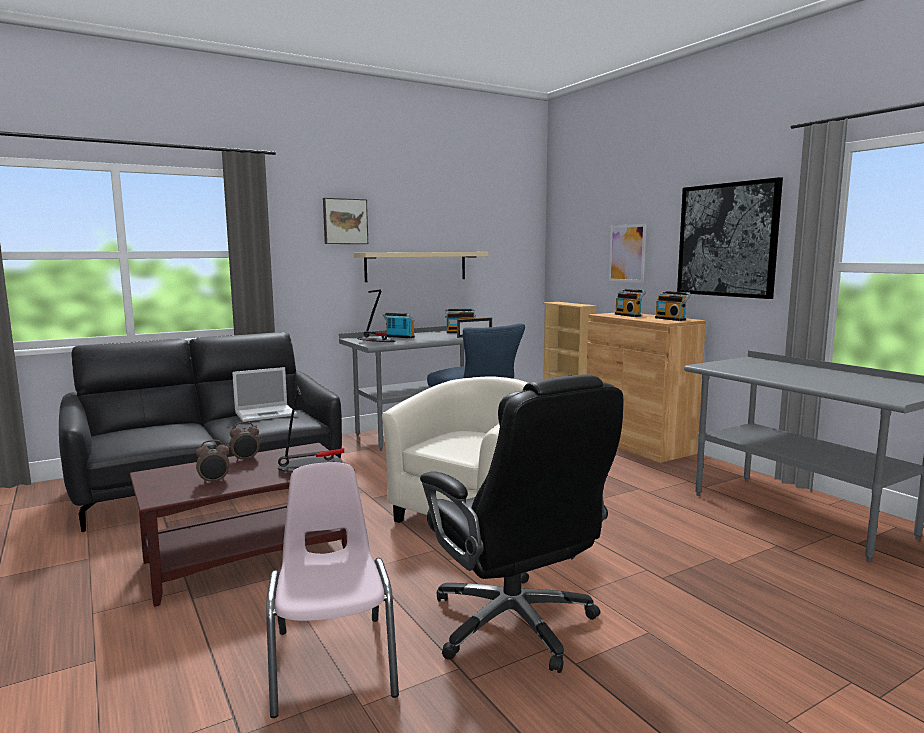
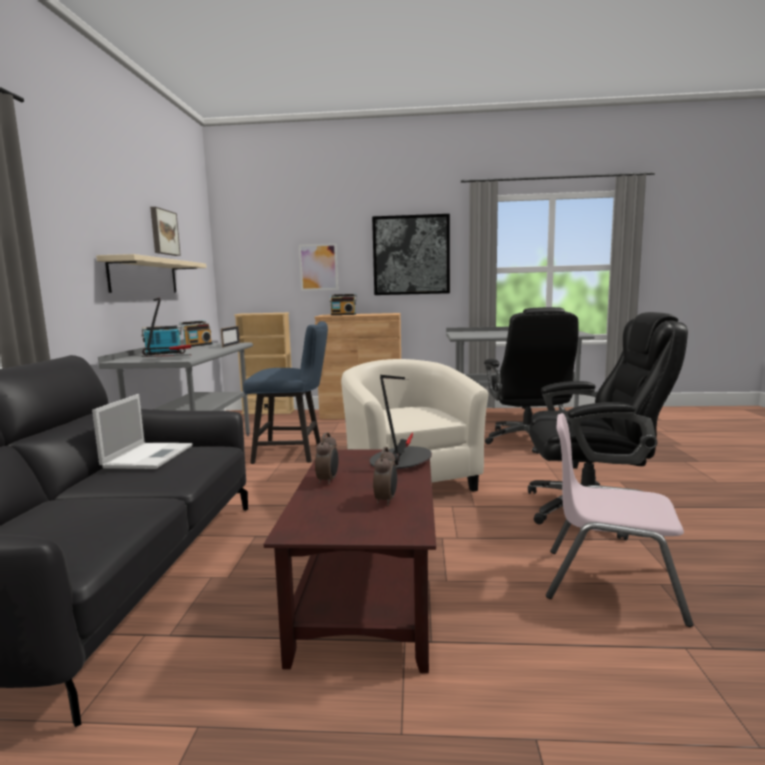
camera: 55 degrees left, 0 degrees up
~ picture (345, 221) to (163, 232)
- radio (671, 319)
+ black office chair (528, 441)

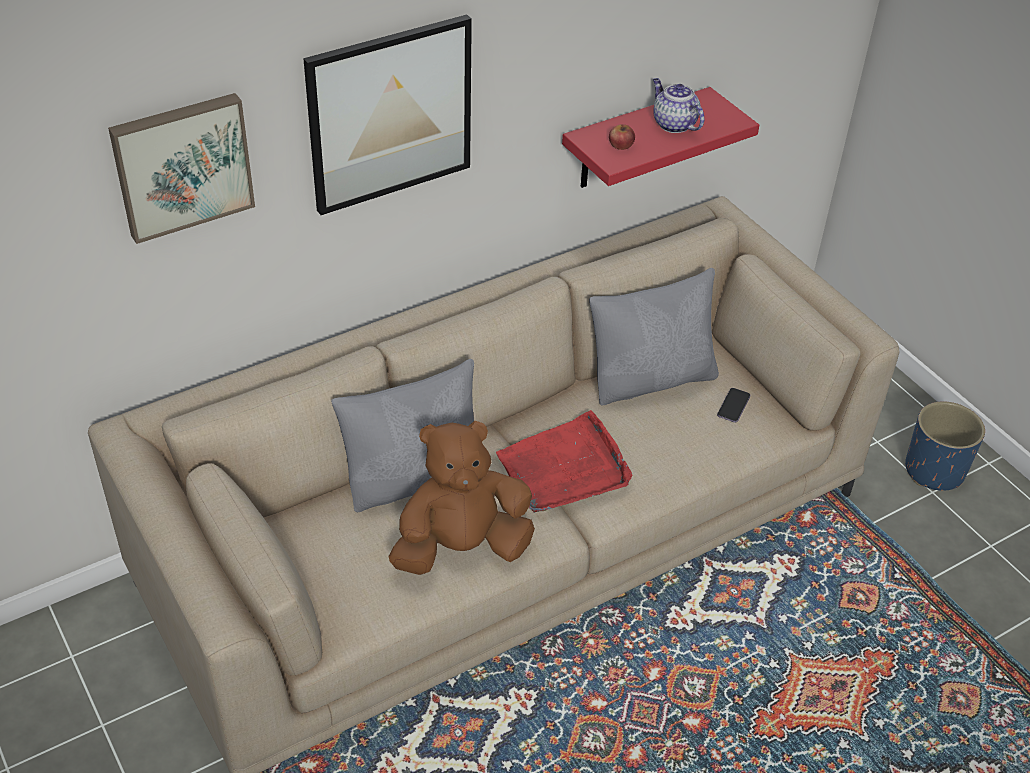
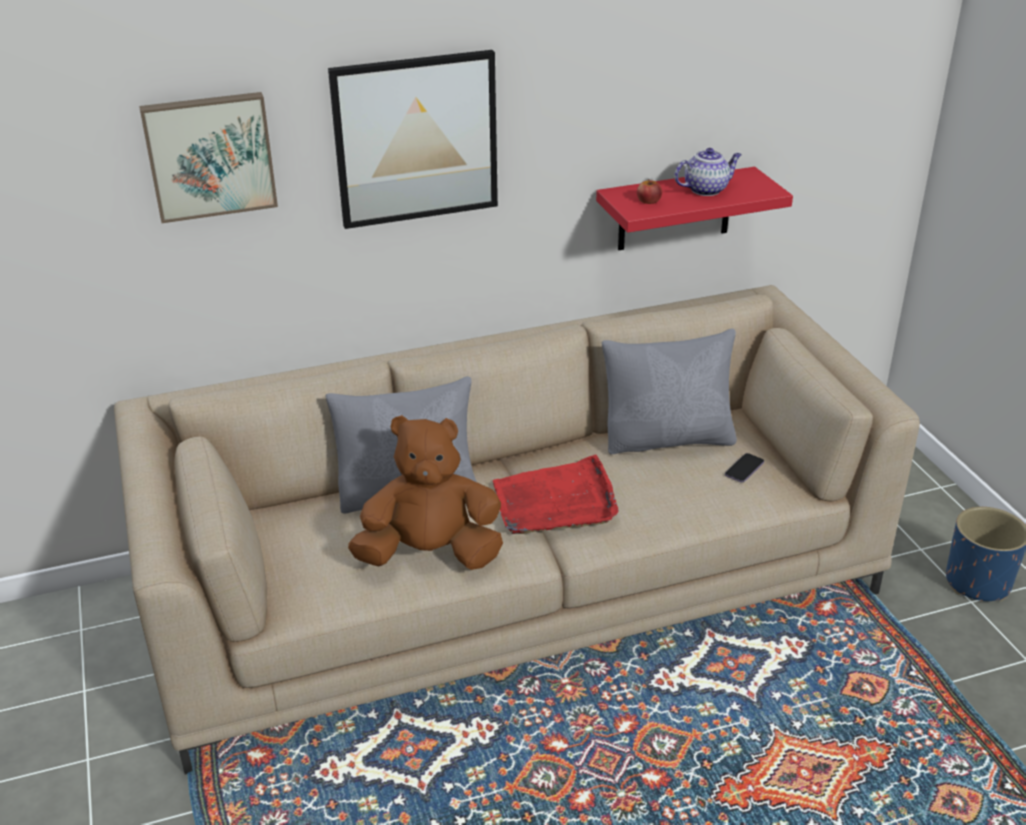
camera: 15 degrees right, 10 degrees down
~ teapot (673, 124) = (706, 189) 90 degrees clockwise

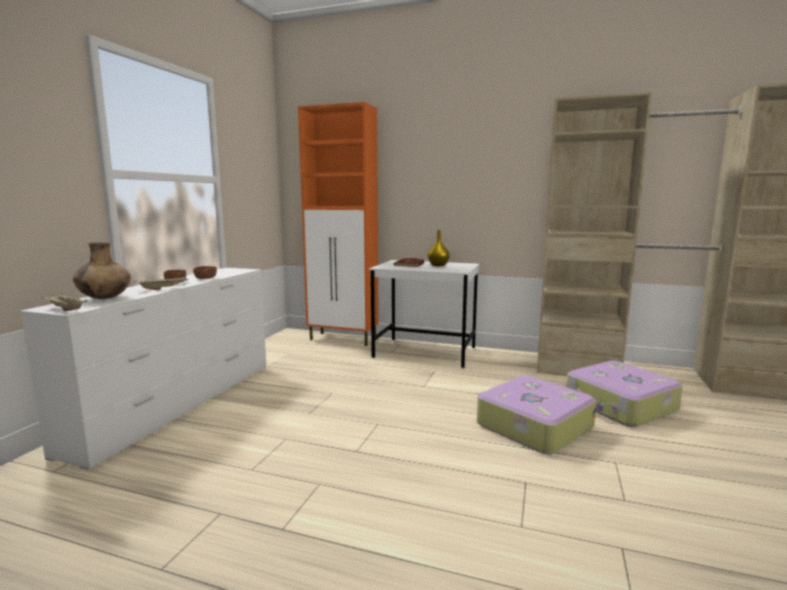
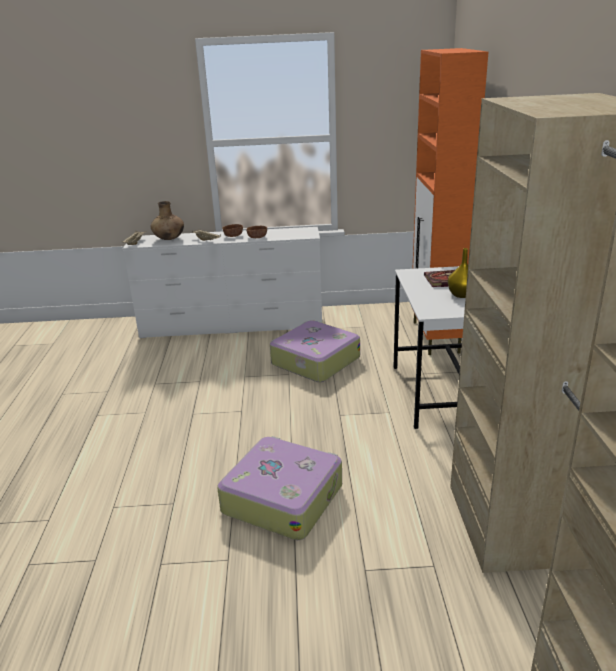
camera: 70 degrees right, 15 degrees up
~ suitcase (620, 405) to (314, 361)

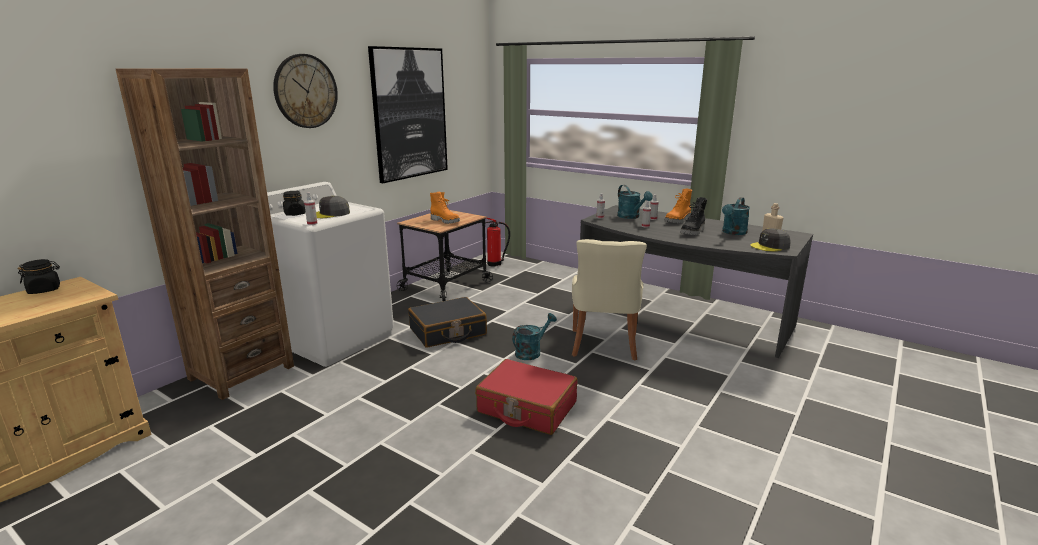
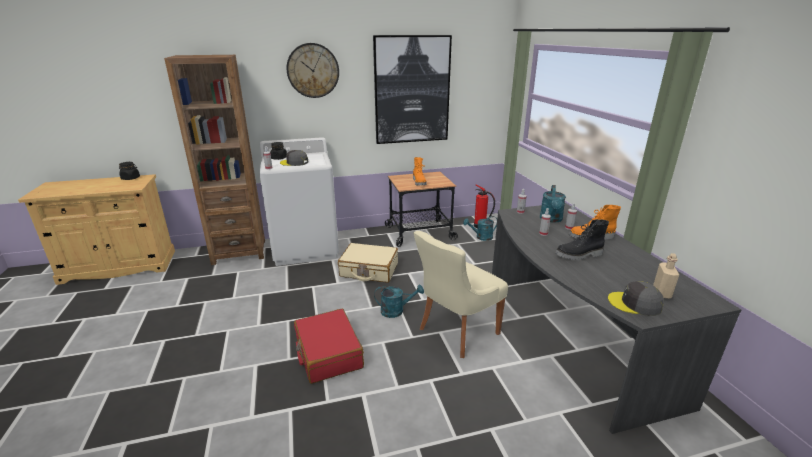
camera: 40 degrees right, 5 degrees up
~ turquoise watering can (733, 233) to (481, 237)
~ black suitcase (448, 332) to beige suitcase (369, 270)

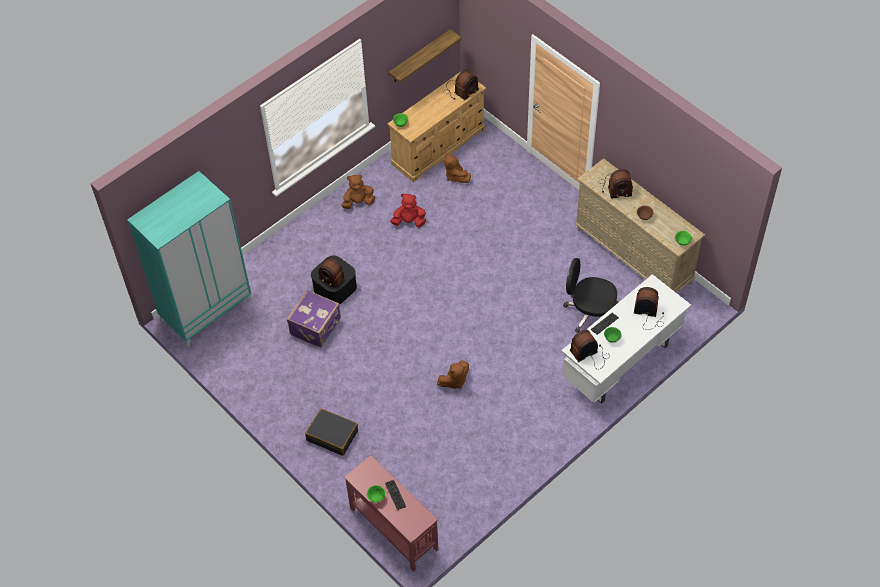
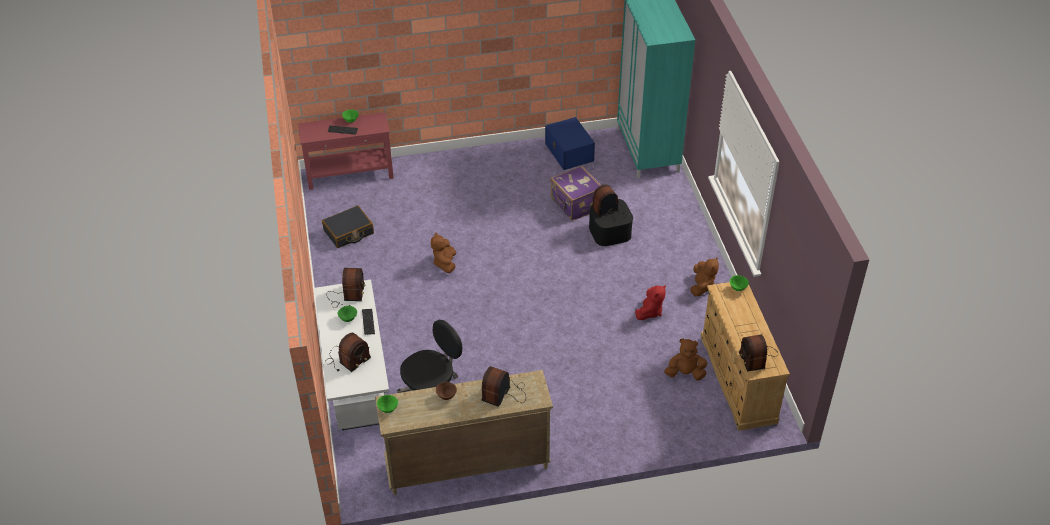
camera: 120 degrees right, 10 degrees down
- shelf (420, 56)
~ black suitcase (332, 435) to (348, 232)
+ blue storage box (569, 152)

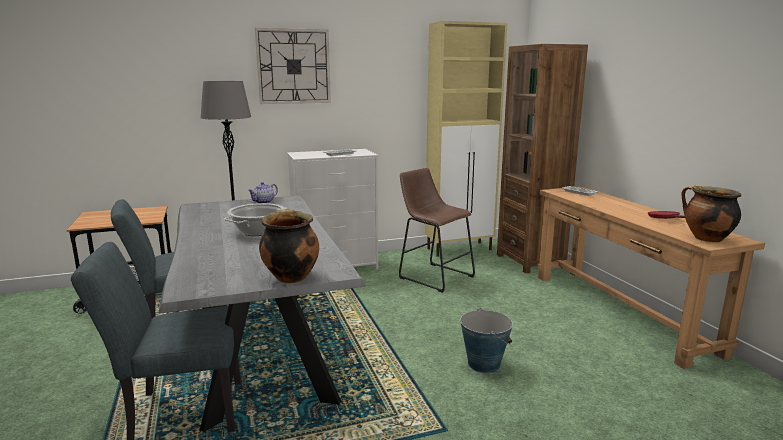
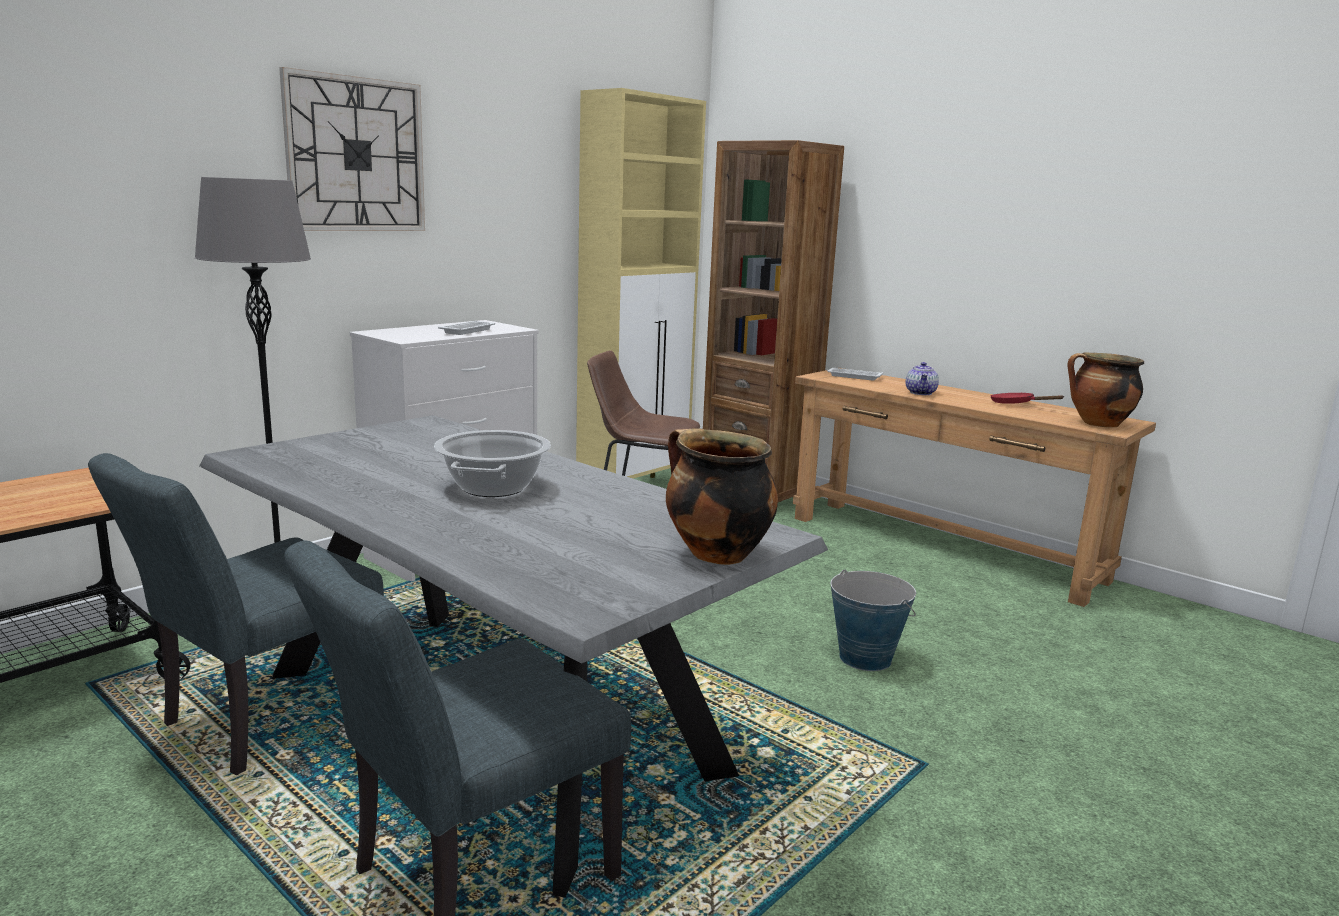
camera: 30 degrees left, 0 degrees up
~ teapot (264, 202) to (921, 393)

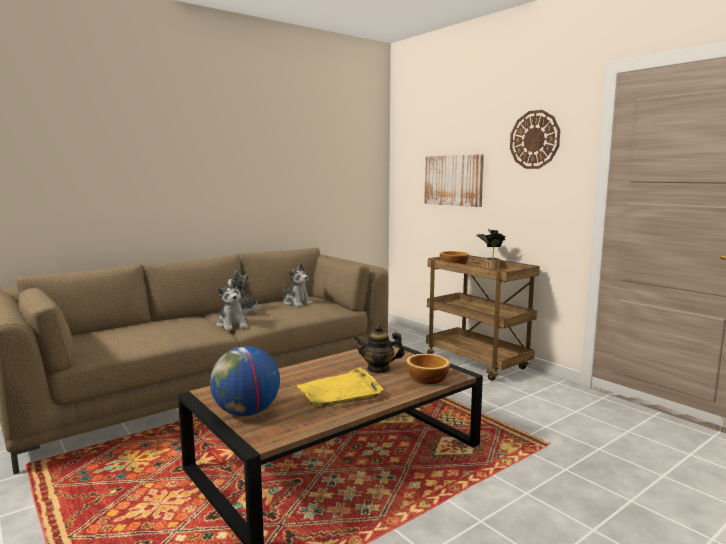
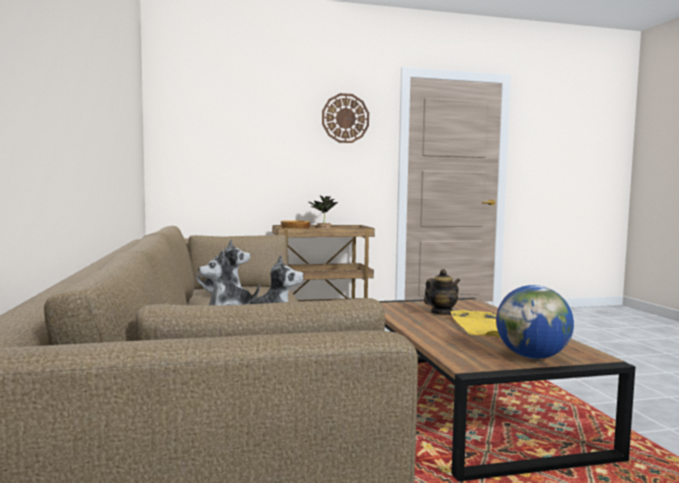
camera: 65 degrees left, 5 degrees down
- picture (453, 180)
~ teapot (378, 369) = (441, 312) 150 degrees counterclockwise
- bowl (426, 379)

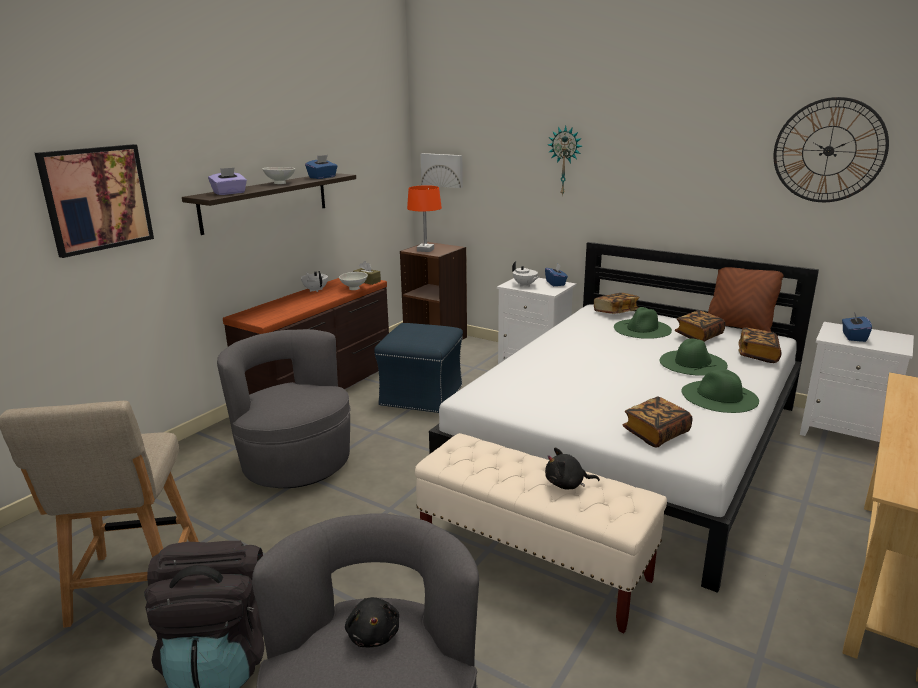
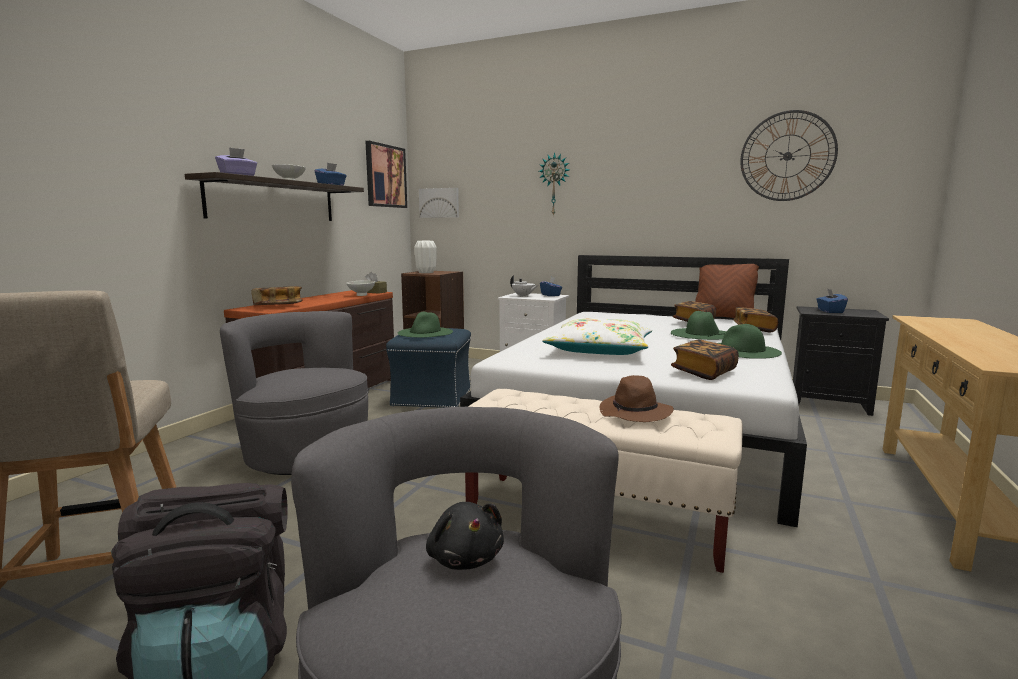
camera: 10 degrees left, 10 degrees down
~ picture (97, 199) to (385, 176)
~ orange table lamp (425, 250) to white vase (426, 272)
- white teapot (315, 290)
~ book (615, 312) to (278, 306)
~ green hat (642, 328) to (425, 332)
~ white nightstand (845, 432) to black nightstand (829, 403)
~ black plush toy (567, 484) to brown hat (635, 413)
+ white pillow (599, 350)

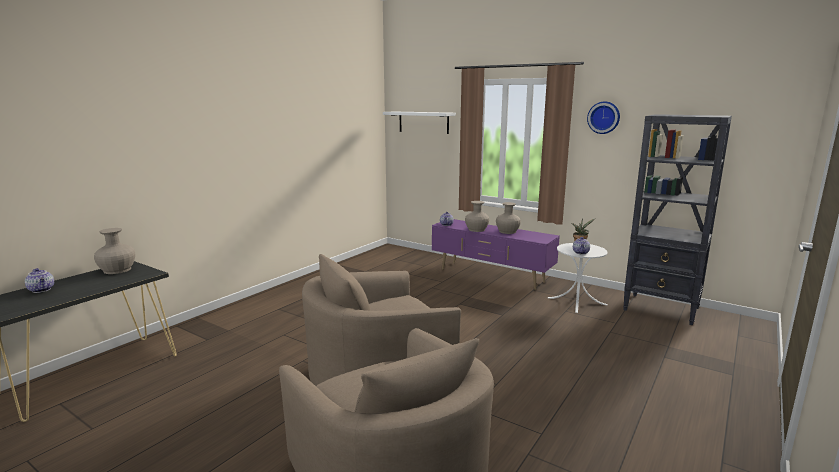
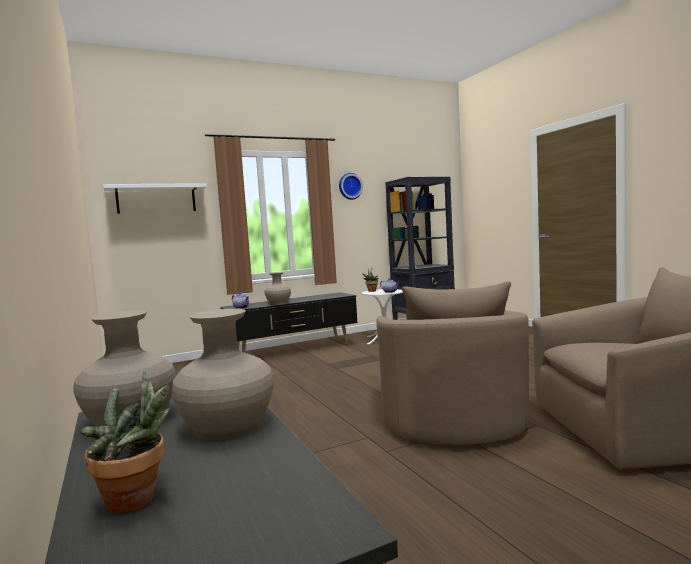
camera: 60 degrees left, 10 degrees down
~ beige vase (507, 231) to (227, 426)
~ purple tv stand (491, 276) to black tv stand (294, 351)
~ teapot (42, 290) to potted plant (138, 501)

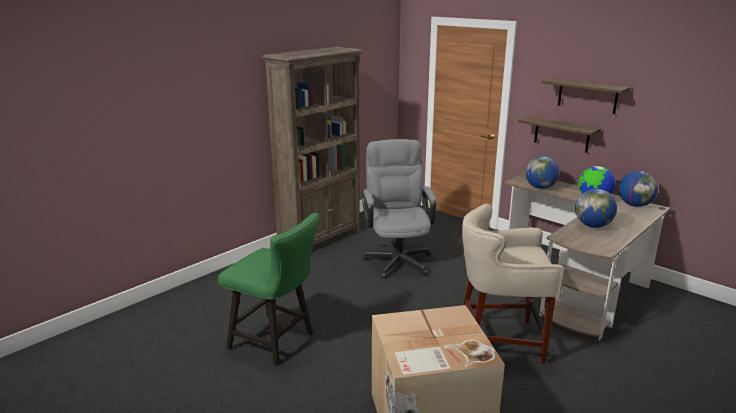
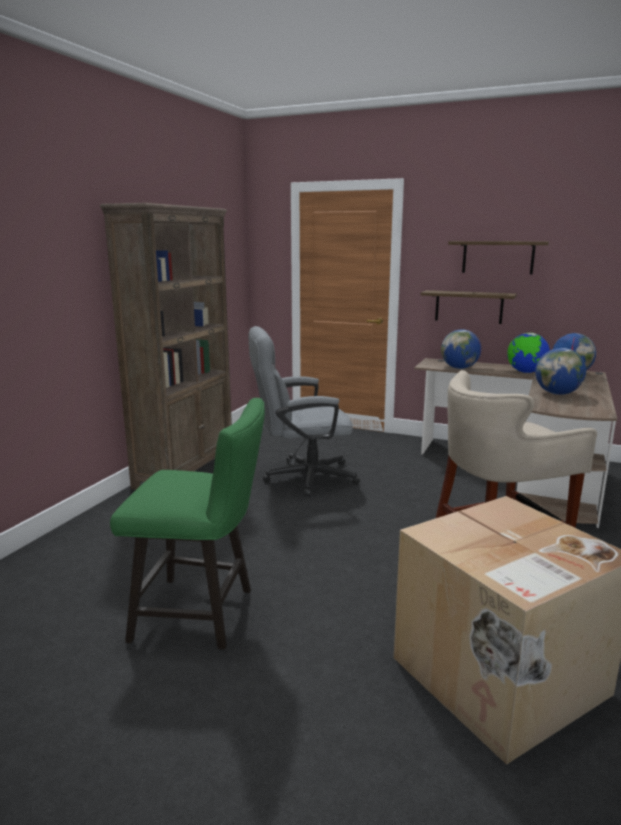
camera: 20 degrees left, 5 degrees down
~ grey office chair (397, 258) = (301, 478) 75 degrees counterclockwise

